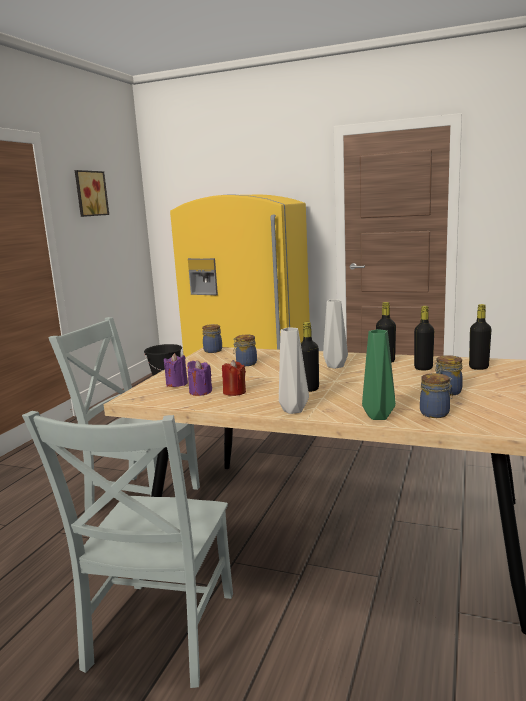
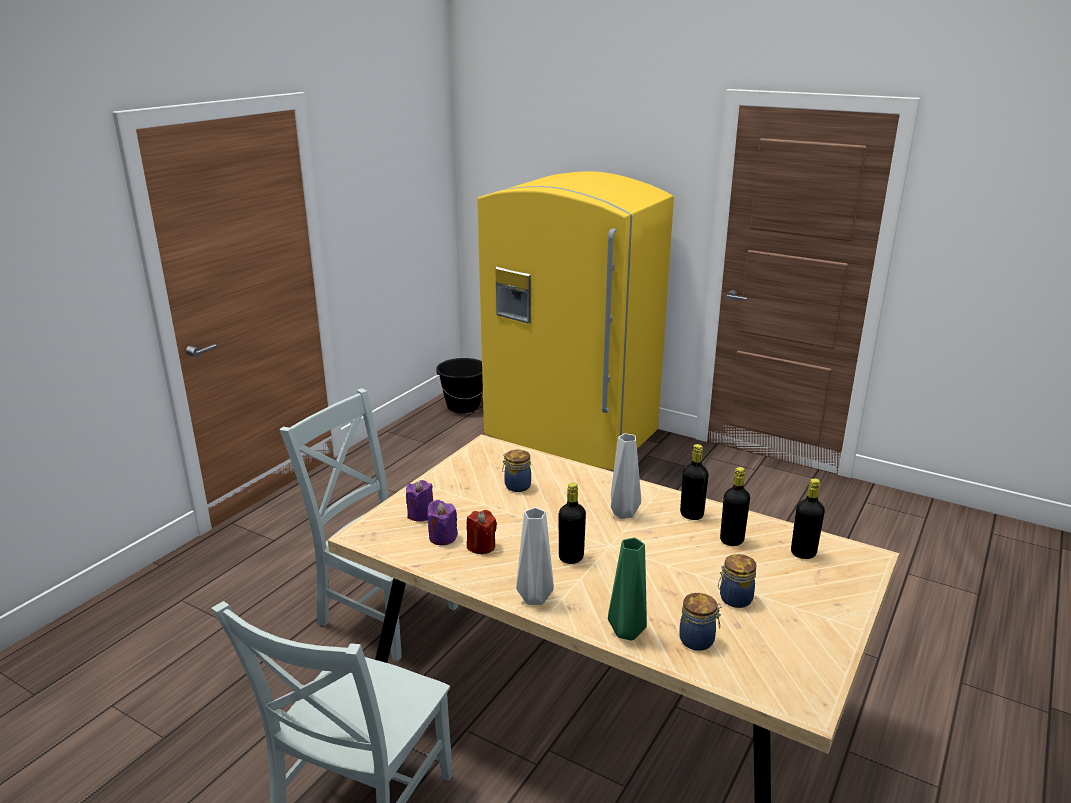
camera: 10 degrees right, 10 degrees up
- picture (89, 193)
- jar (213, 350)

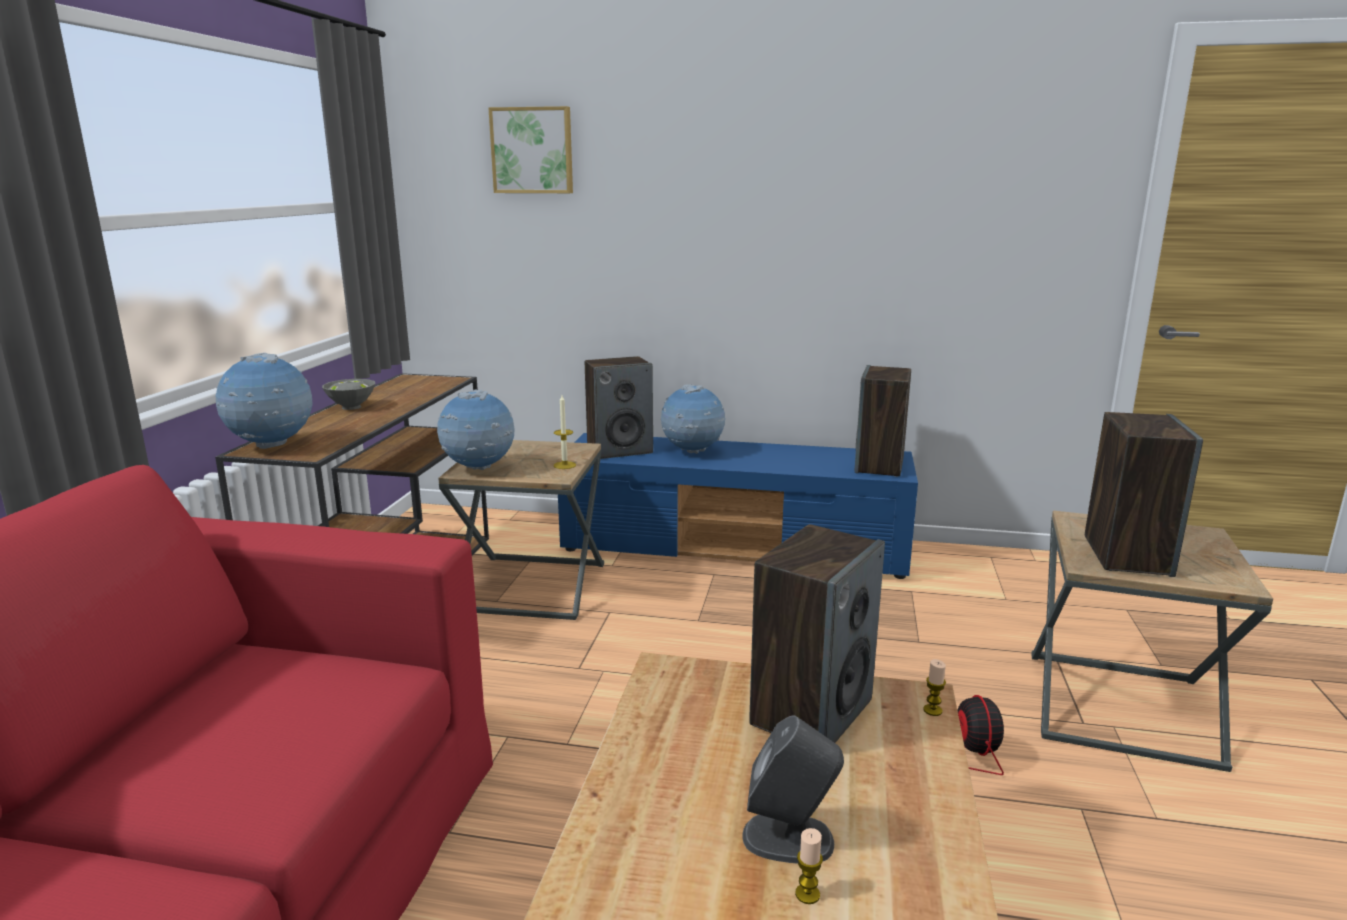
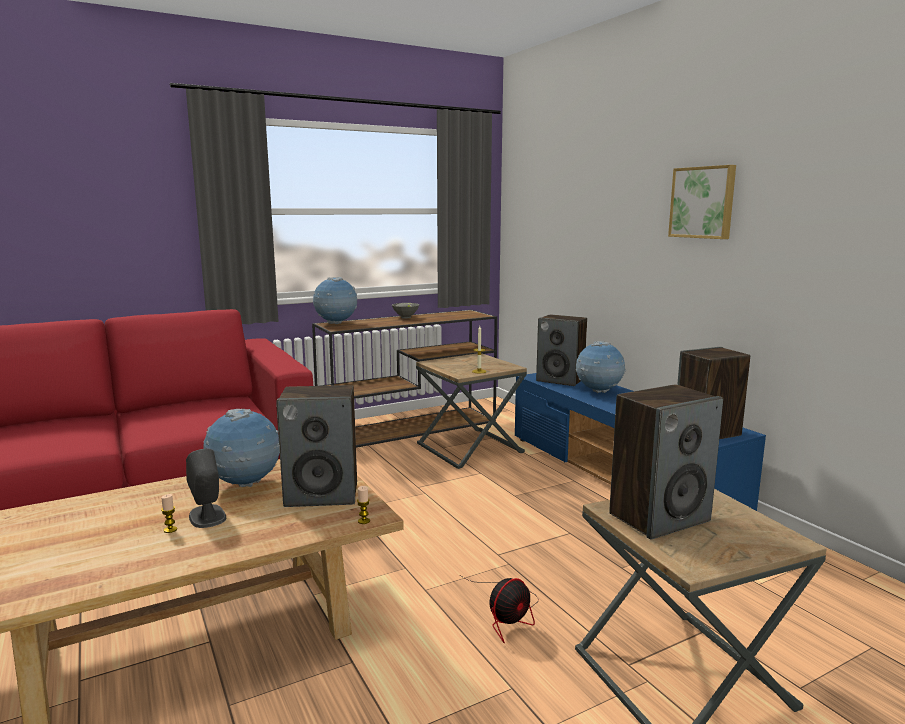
camera: 50 degrees right, 5 degrees down
~ picture (532, 150) to (703, 202)
~ globe (479, 469) to (245, 485)

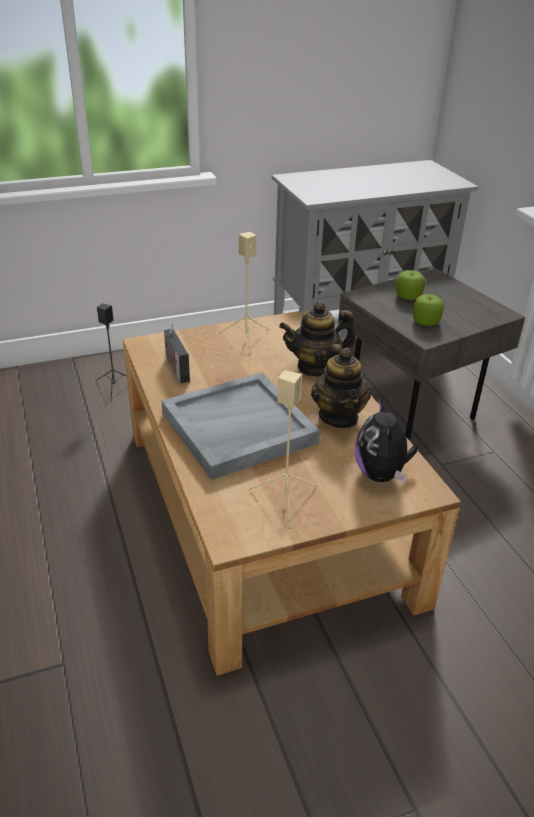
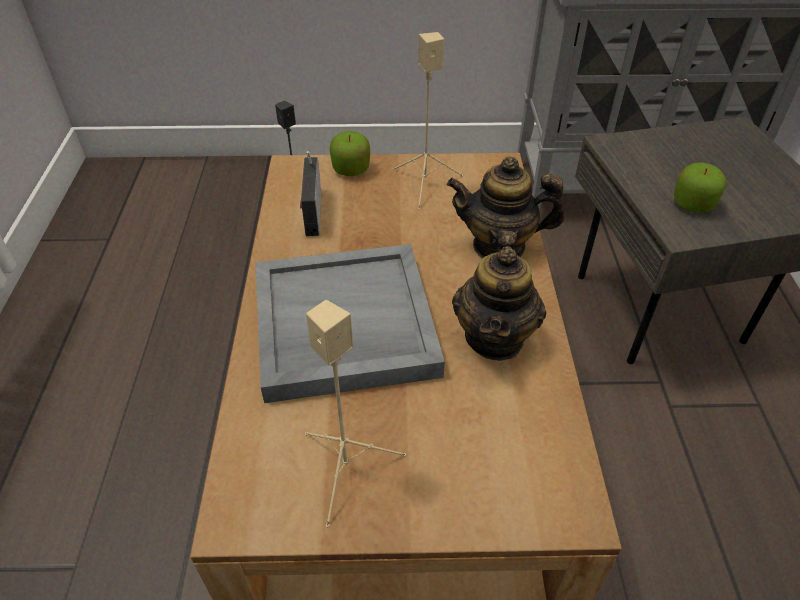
camera: 20 degrees right, 10 degrees up
~ apple (408, 296) to (351, 169)
- plush toy (381, 474)

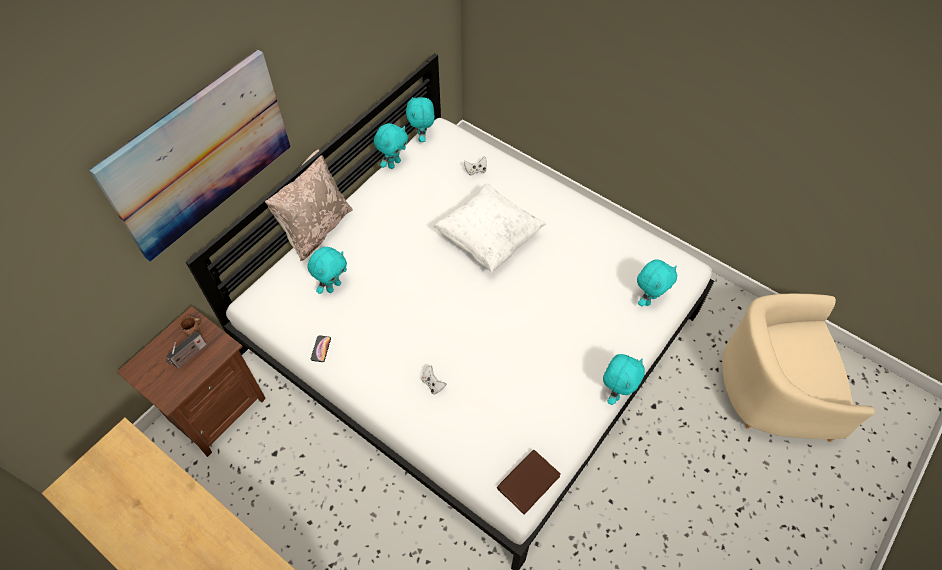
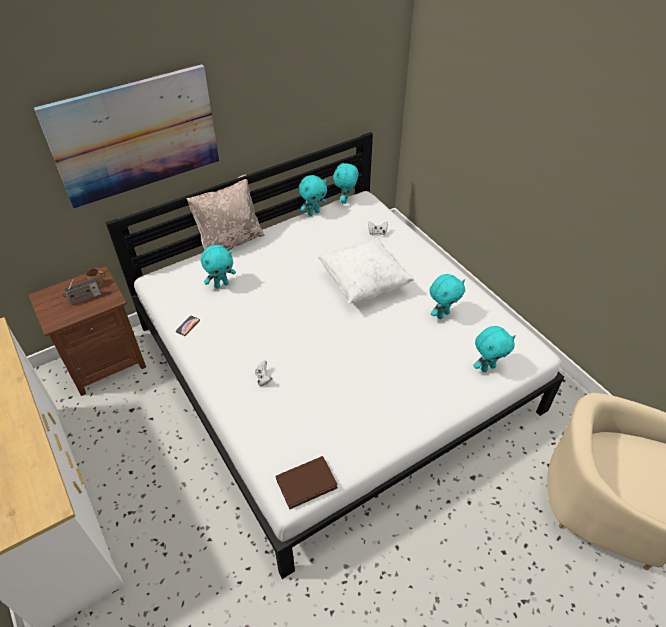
camera: 20 degrees right, 10 degrees down
~ turquoise plush toy (616, 392) to (442, 314)

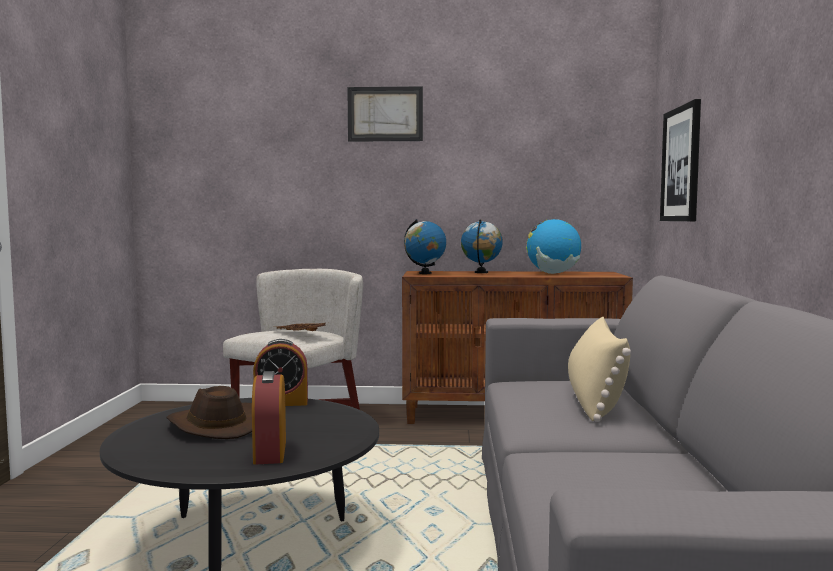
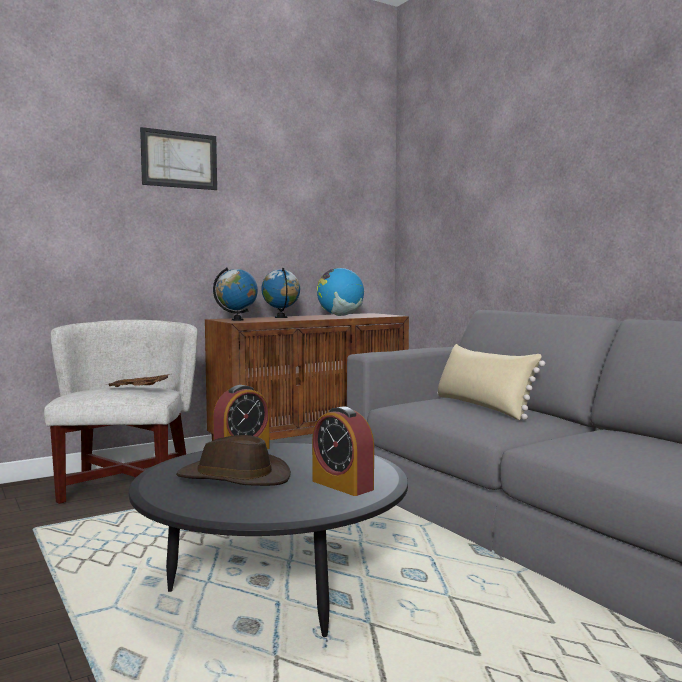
camera: 35 degrees left, 0 degrees up
- picture (681, 164)

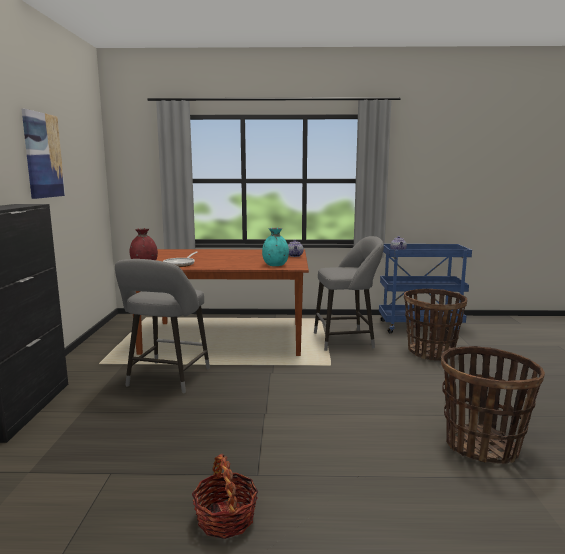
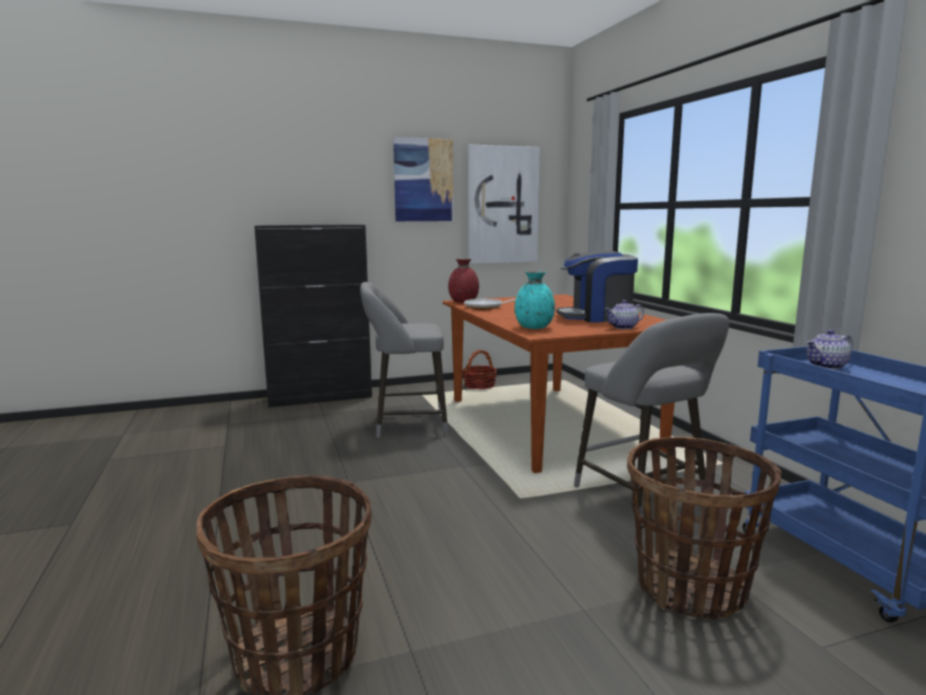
camera: 70 degrees right, 0 degrees up
~ basket (225, 518) to (479, 386)
+ picture (502, 205)
+ coffee machine (596, 317)

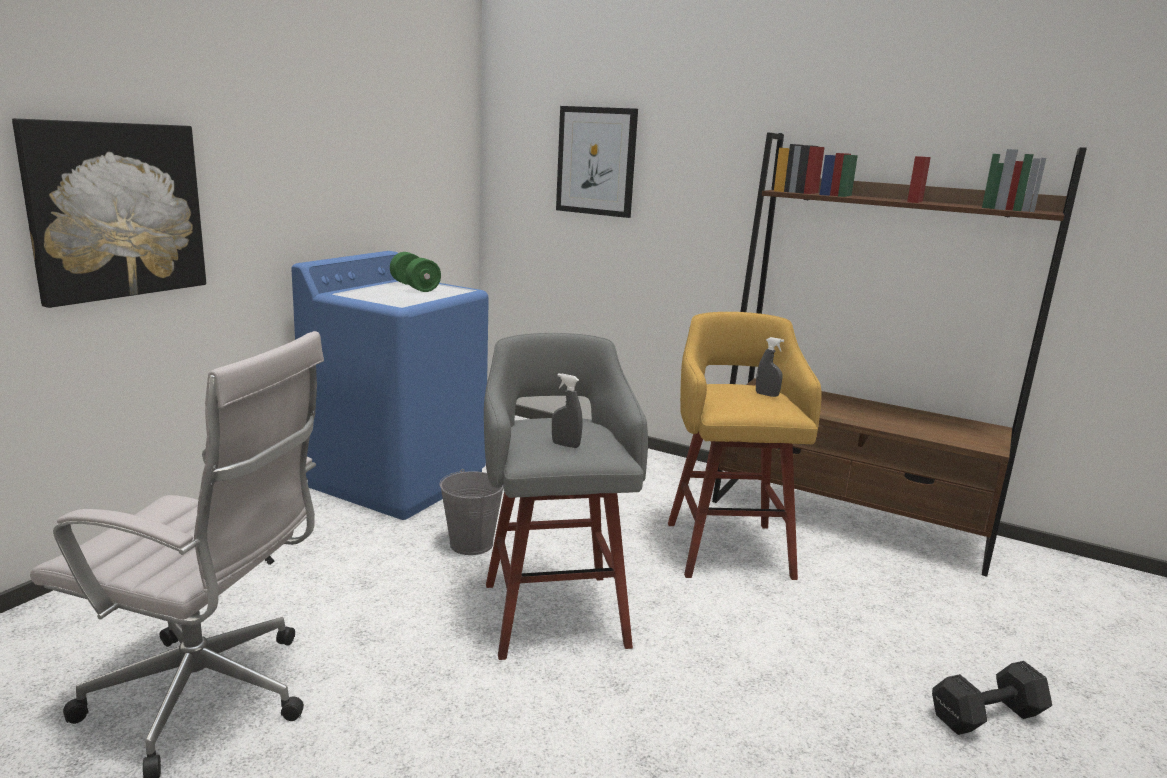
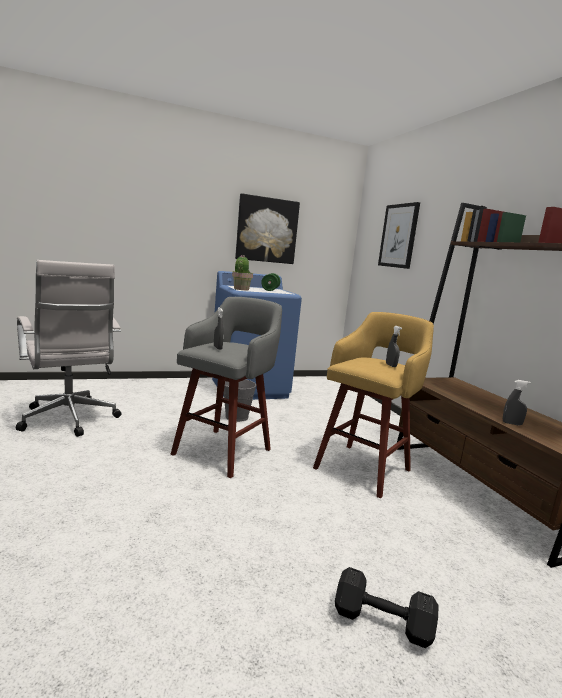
camera: 40 degrees right, 5 degrees down
~ picture (116, 210) to (267, 230)
+ potted plant (241, 289)
+ grey spray bottle (512, 423)

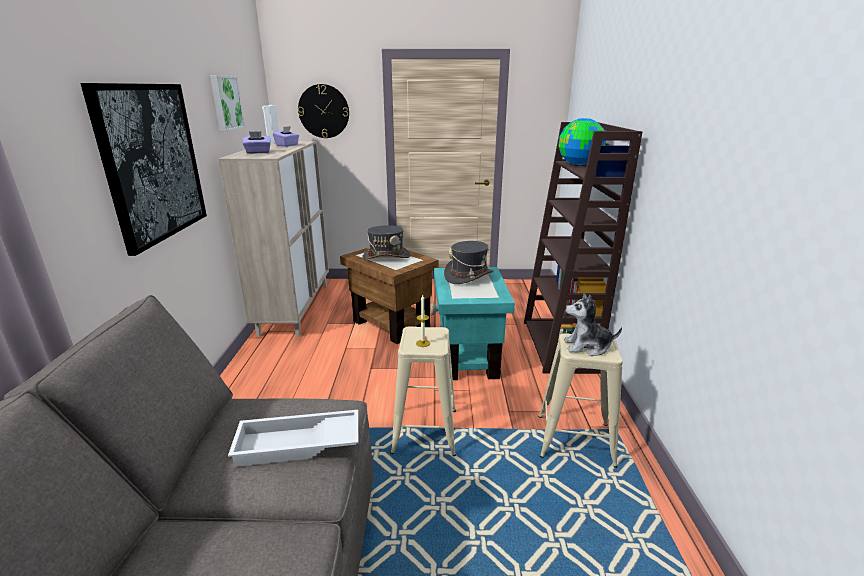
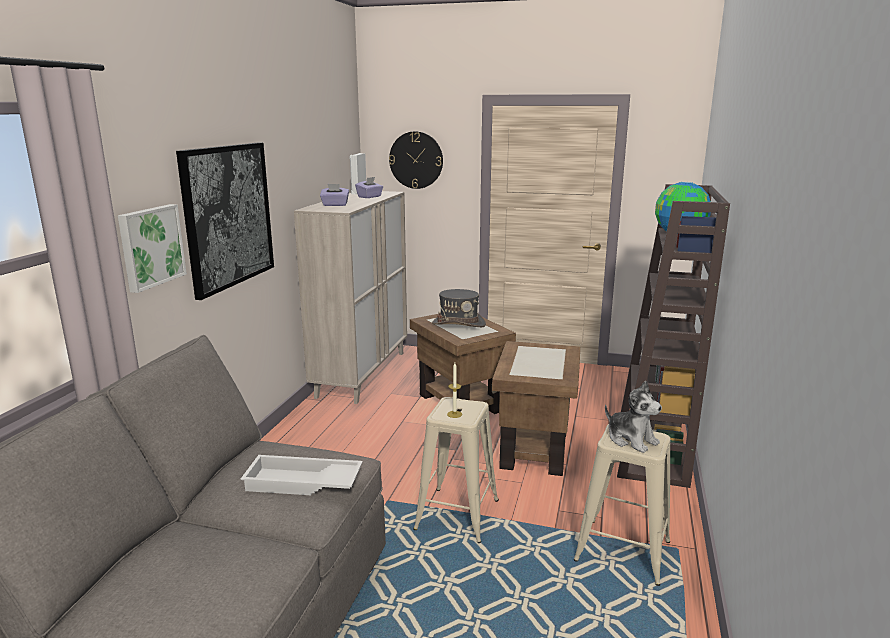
camera: 15 degrees right, 5 degrees down
~ picture (225, 103) to (150, 246)
- grey hat (468, 276)
~ turquoise side table (467, 358) to brown side table (533, 449)
~ plush toy (587, 347) = (631, 439) 150 degrees counterclockwise

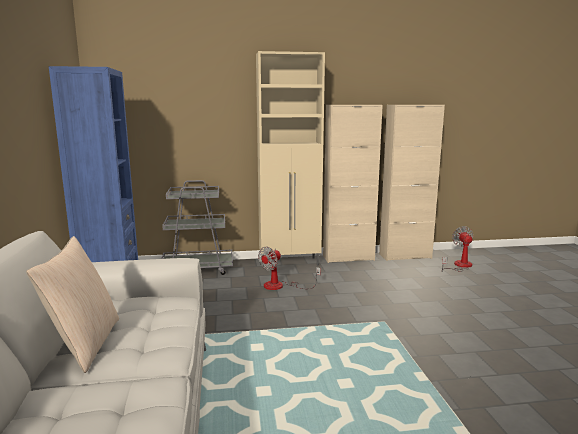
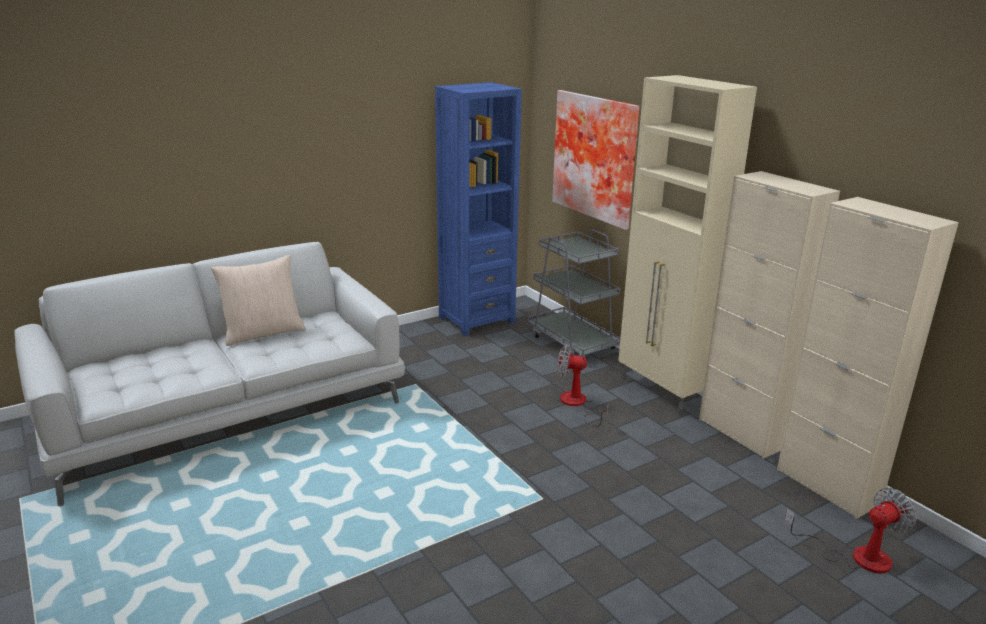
camera: 65 degrees right, 10 degrees up
+ picture (597, 157)

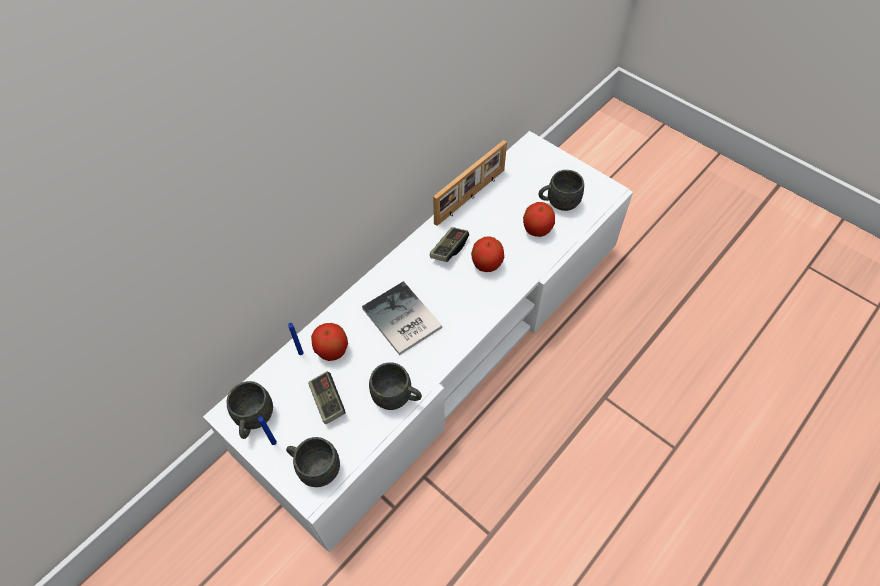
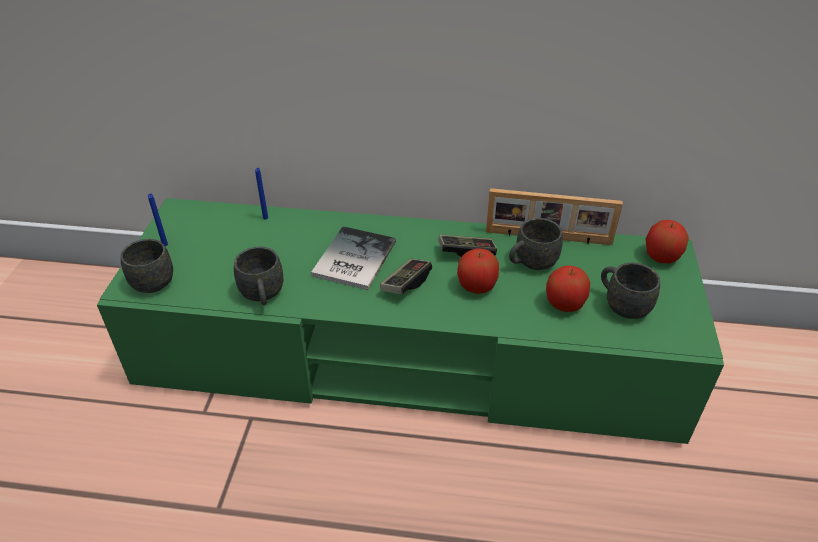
camera: 55 degrees right, 15 degrees down
~ white tv stand (440, 344) to green tv stand (409, 355)
~ apple (332, 350) to (661, 257)
~ game controller (328, 401) to (406, 284)
~ grey mug (253, 420) to (531, 263)

